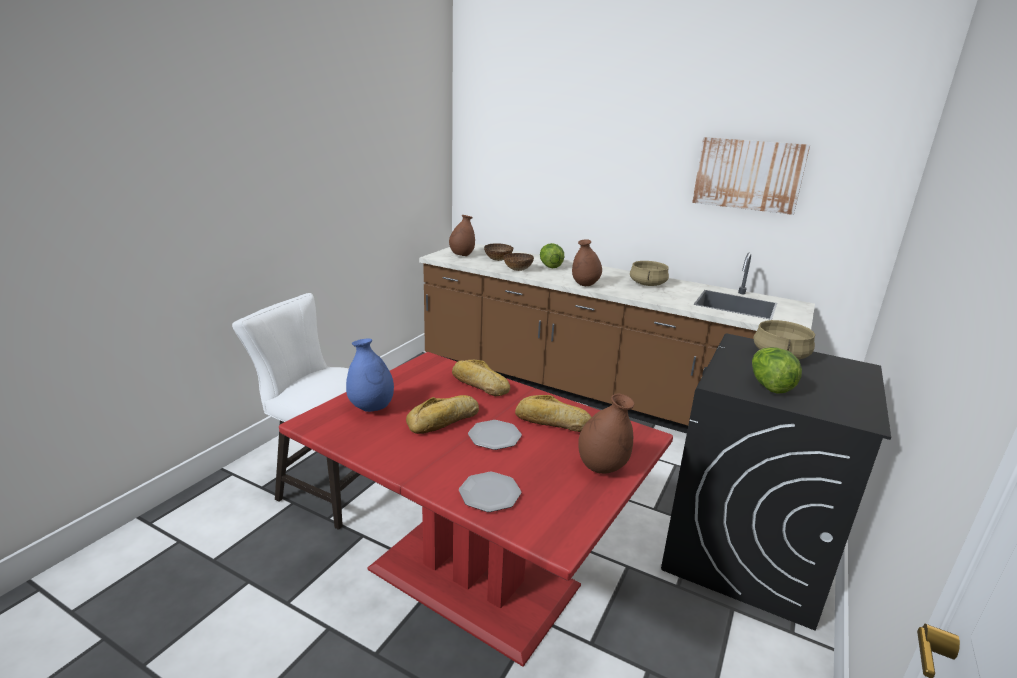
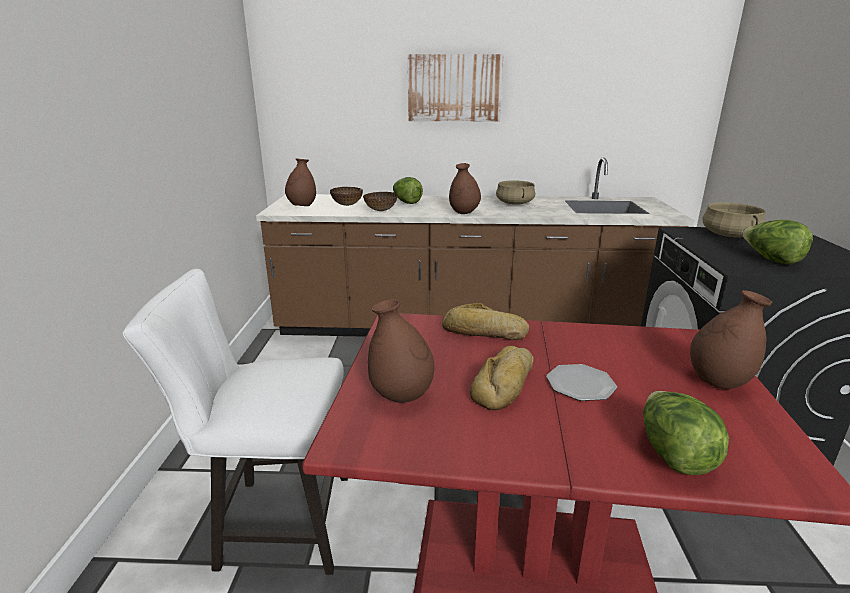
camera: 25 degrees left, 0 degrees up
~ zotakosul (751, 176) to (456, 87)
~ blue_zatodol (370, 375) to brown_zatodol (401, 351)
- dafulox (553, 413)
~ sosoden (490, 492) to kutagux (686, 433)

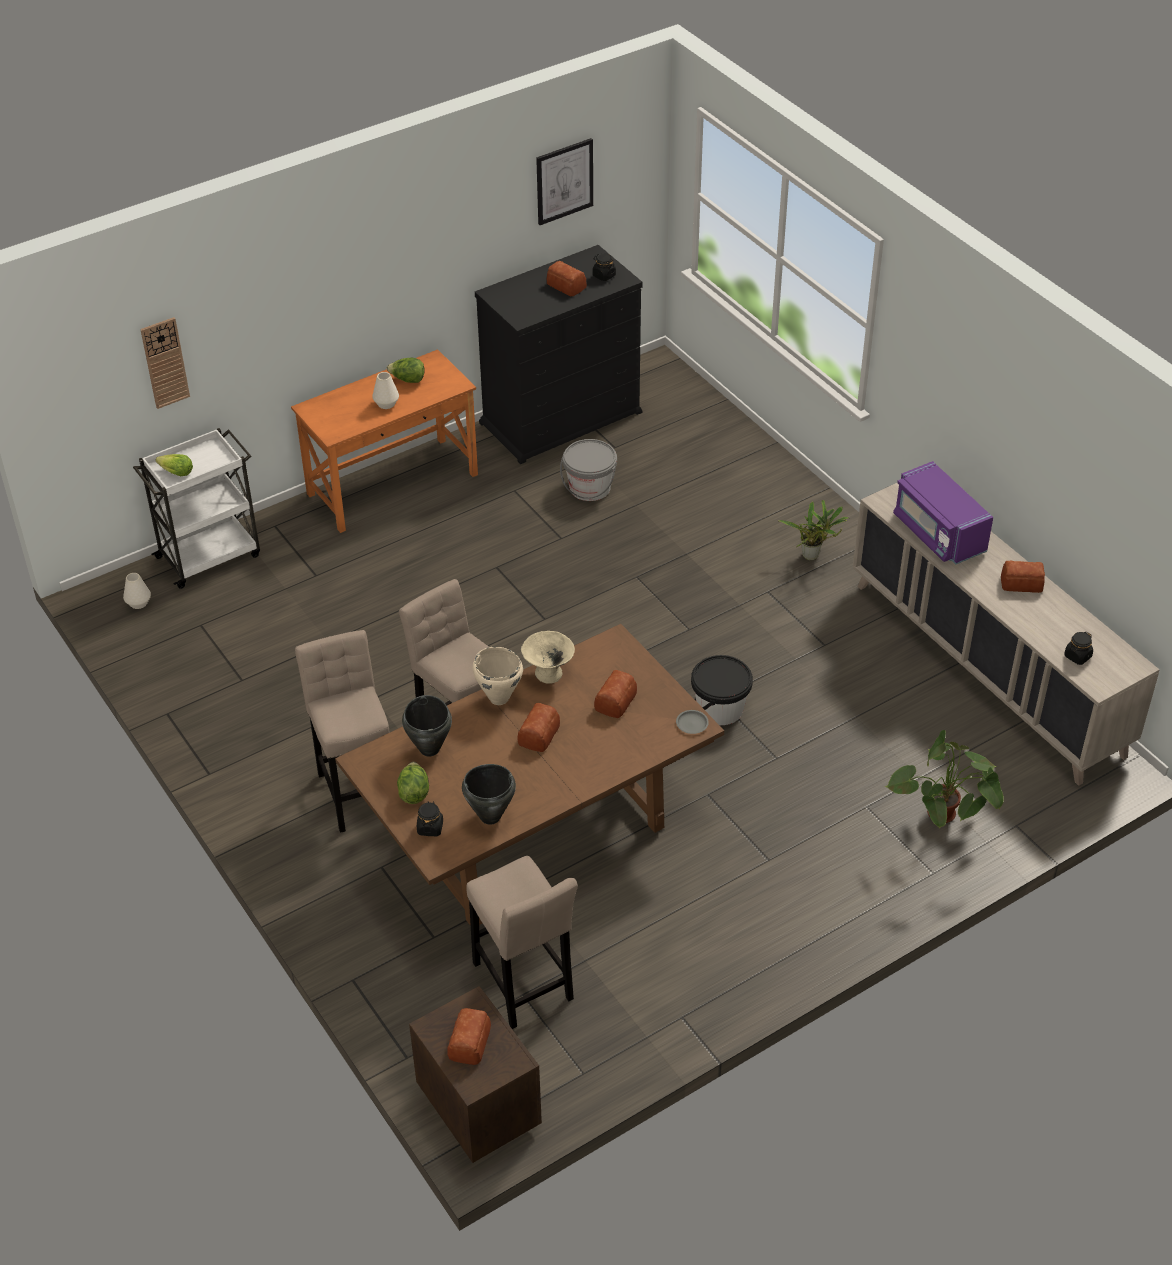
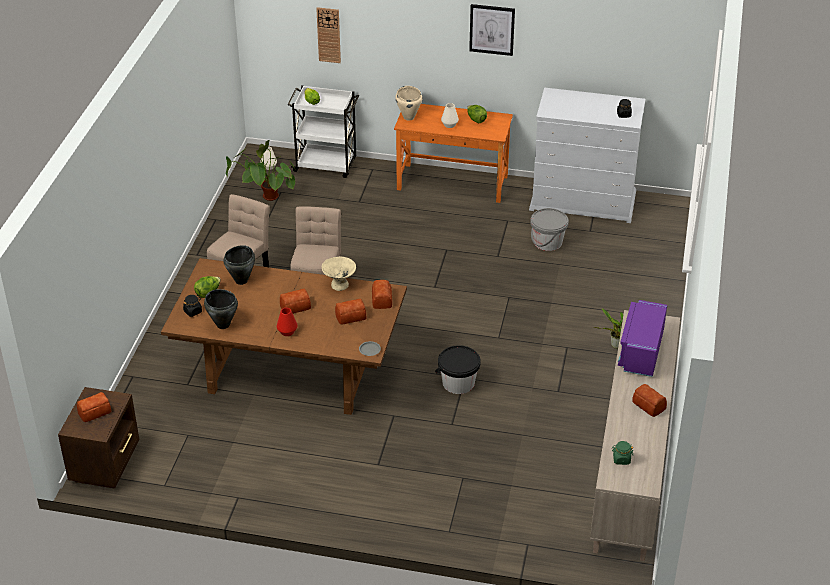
camera: 45 degrees right, 5 degrees down
~ zotakosul (564, 181) to (492, 30)
~ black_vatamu (559, 354) to white_vatamu (587, 155)
~ dafulox (567, 278) to (382, 294)
~ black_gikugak (1078, 648) to green_gikugak (622, 453)
~ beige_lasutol (497, 676) to (408, 103)
~ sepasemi (944, 779) to (261, 170)
- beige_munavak (522, 942)
+ red_zatodol (287, 322)

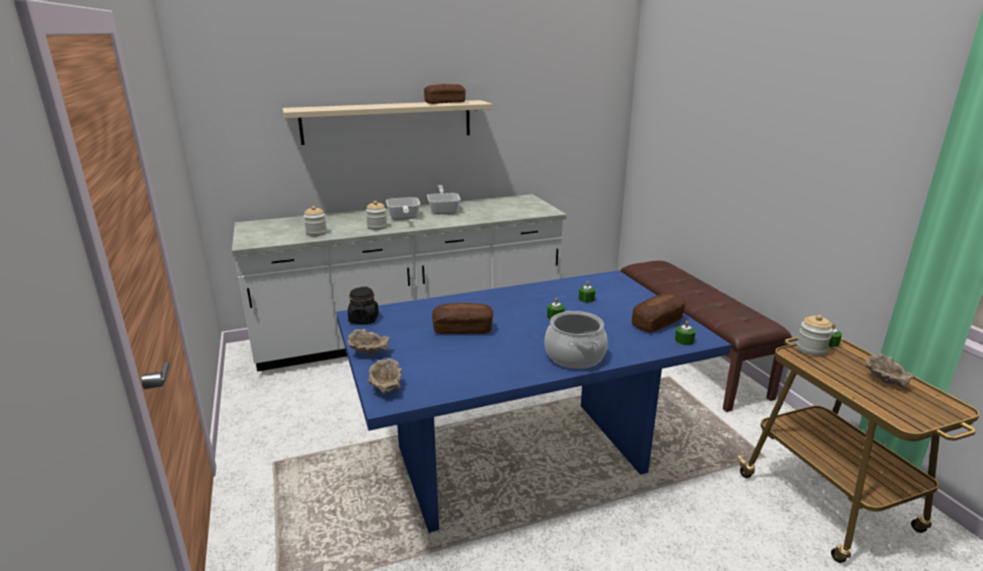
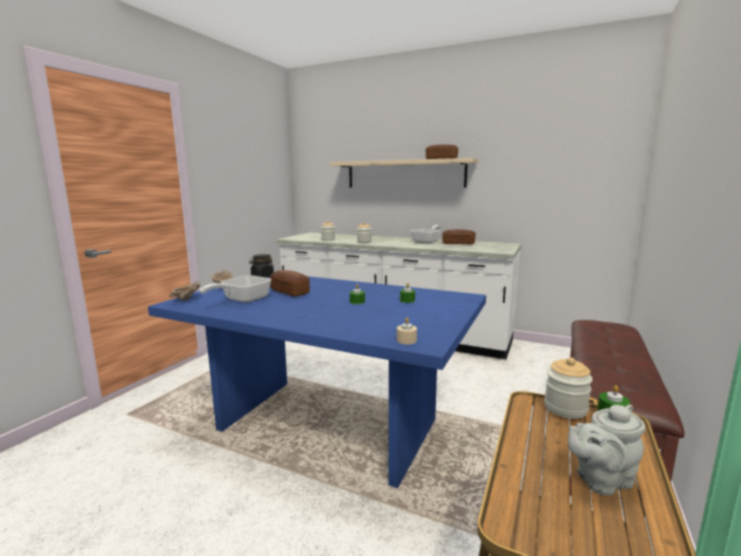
camera: 45 degrees right, 10 degrees down
~ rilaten (403, 208) to (235, 289)
~ dafulox (659, 313) to (459, 236)
- lasutol (576, 340)
~ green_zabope (685, 333) to beige_zabope (407, 331)
~ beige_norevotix (890, 369) to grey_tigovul (607, 450)

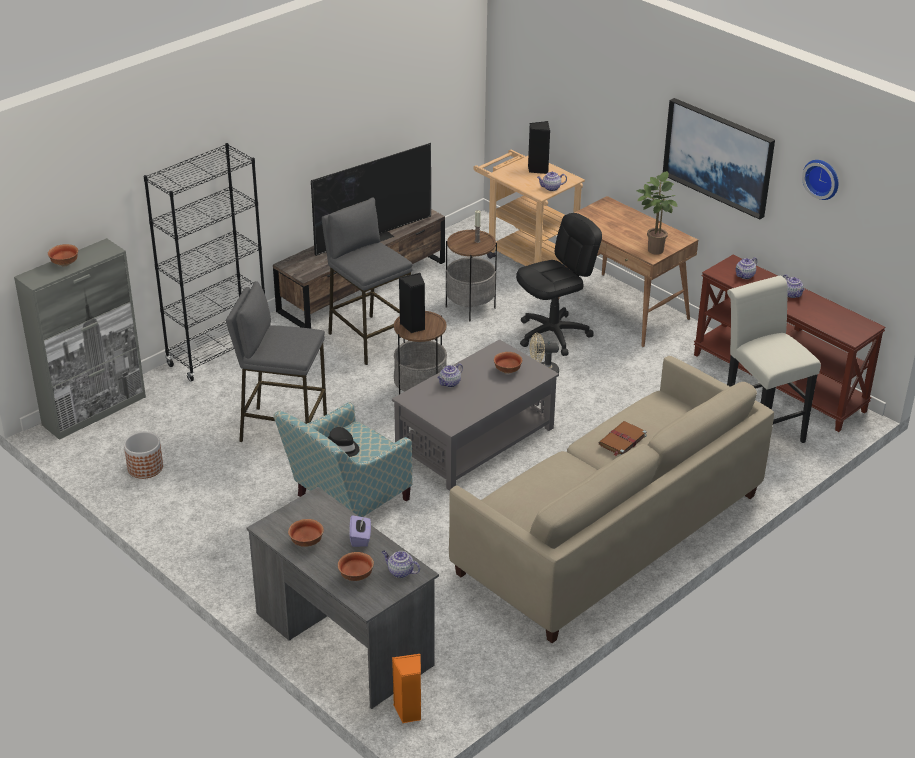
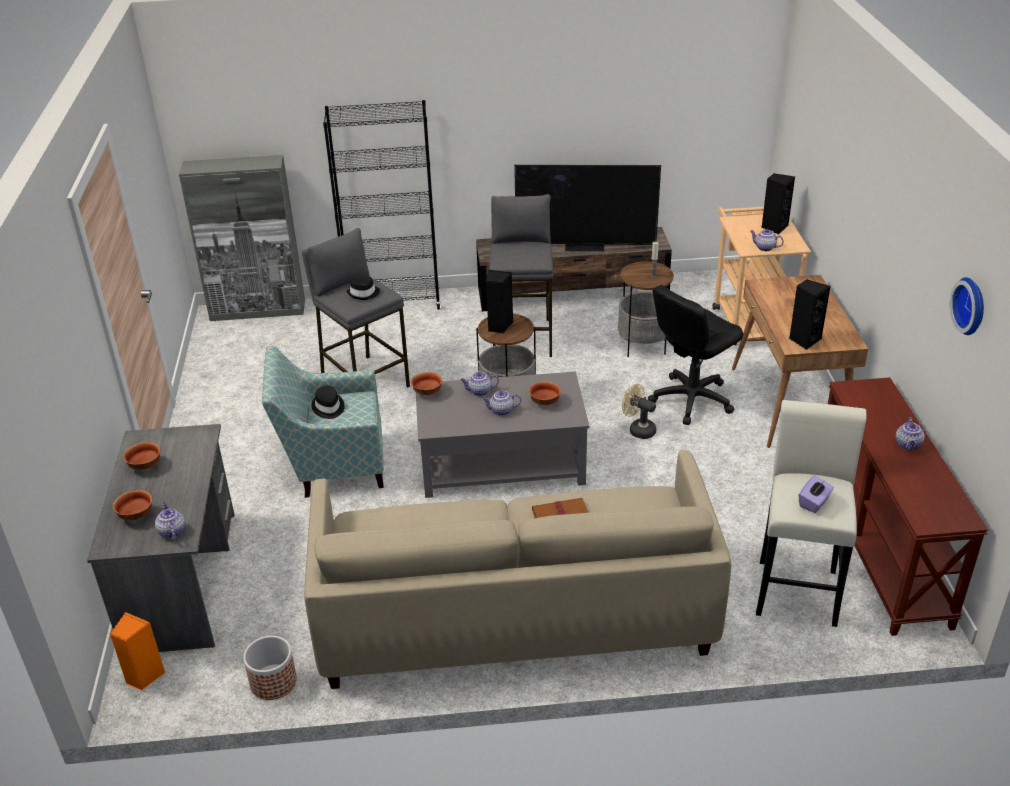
camera: 40 degrees right, 0 degrees up
- zotakosul (719, 159)
~ sepasemi (656, 213) to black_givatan (809, 314)
~ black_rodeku (559, 284) = (695, 355) 135 degrees clockwise
~ norevotix (63, 255) to (426, 384)
~ tigovul (746, 268) to (502, 403)
~ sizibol (143, 455) to (270, 668)
~ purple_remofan (360, 531) to (816, 494)
+ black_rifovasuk (363, 288)

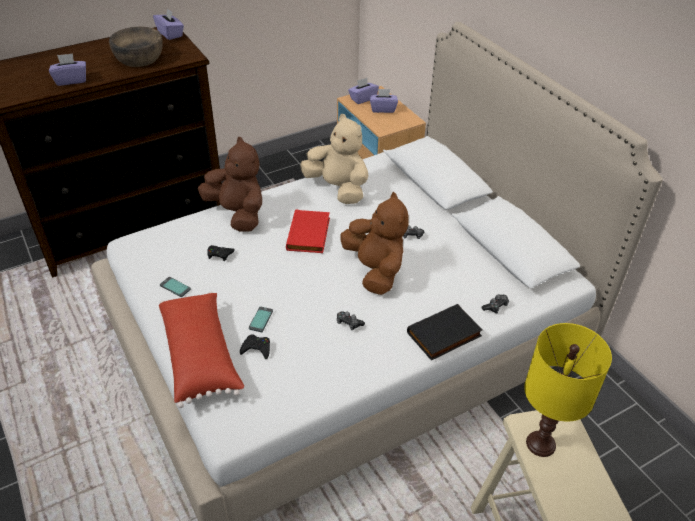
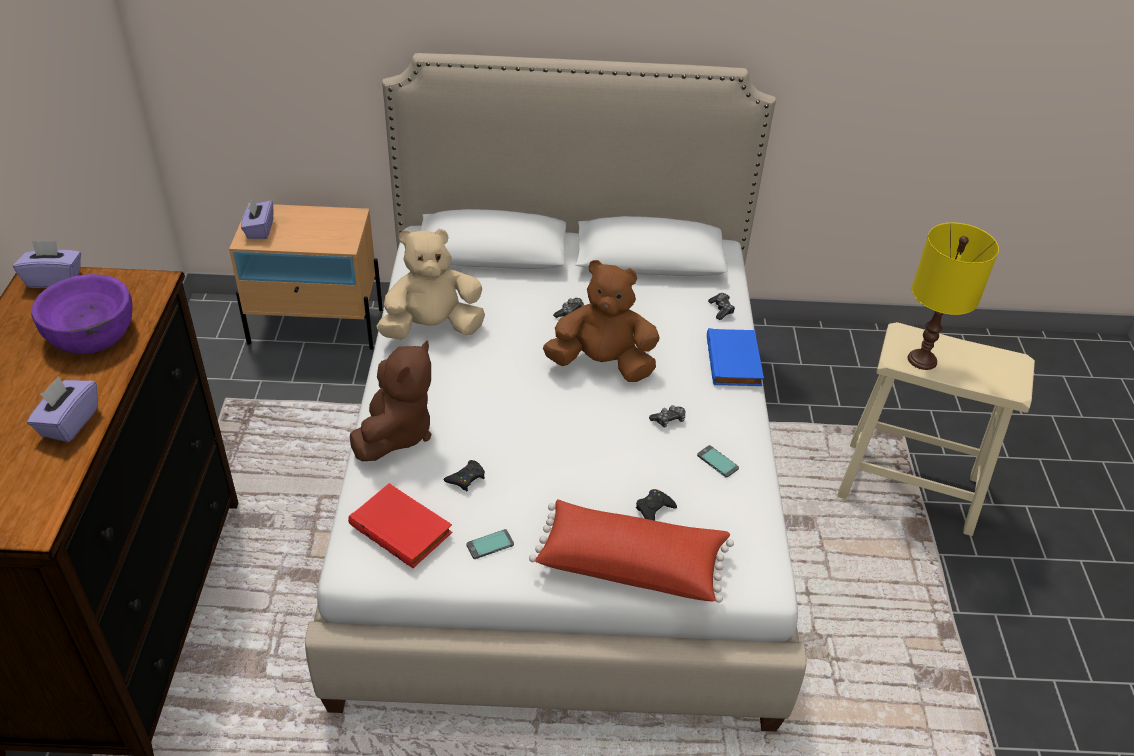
camera: 60 degrees left, 0 degrees up
~ brown_norevotix (136, 47) to purple_norevotix (81, 314)
- purple_remofan (384, 101)
~ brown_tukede (230, 184) = (390, 401) 120 degrees clockwise
~ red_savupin (308, 231) to (400, 525)
~ black_savupin (445, 332) to blue_savupin (735, 357)
~ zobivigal (261, 319) to (718, 461)

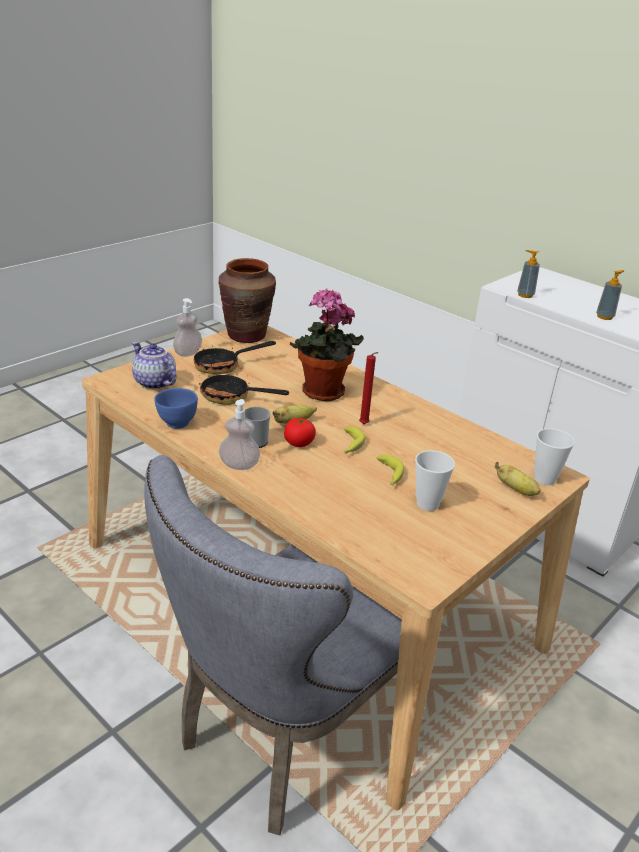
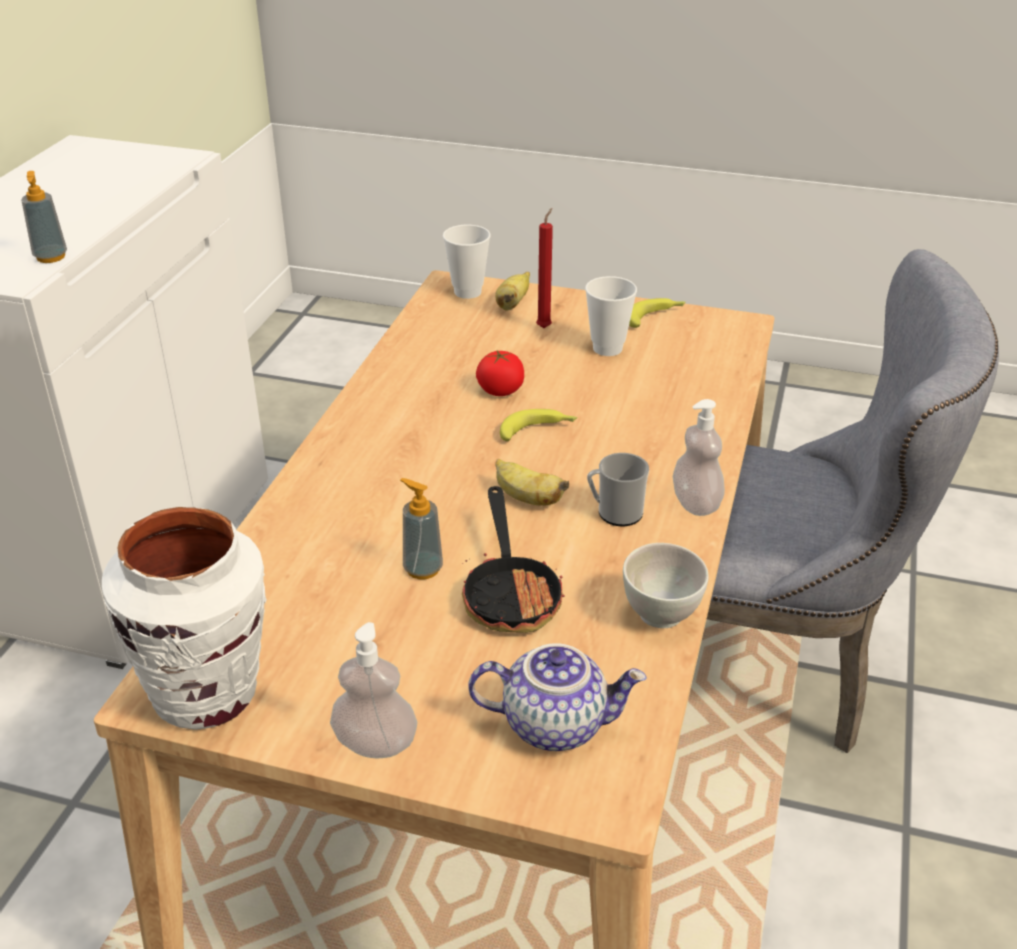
camera: 115 degrees left, 5 degrees up
~ brown_zatodol (247, 300) to white_zatodol (184, 618)
~ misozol (610, 295) to (421, 528)
- sepasemi (327, 345)
- rilaten (235, 358)
~ tigovul (154, 365) = (557, 697) 105 degrees counterclockwise
~ red_zabope (368, 388) to (544, 268)
~ blue_norevotix (176, 408) to white_norevotix (666, 585)
~ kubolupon (300, 432) to (500, 373)
~ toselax (390, 470) to (657, 313)

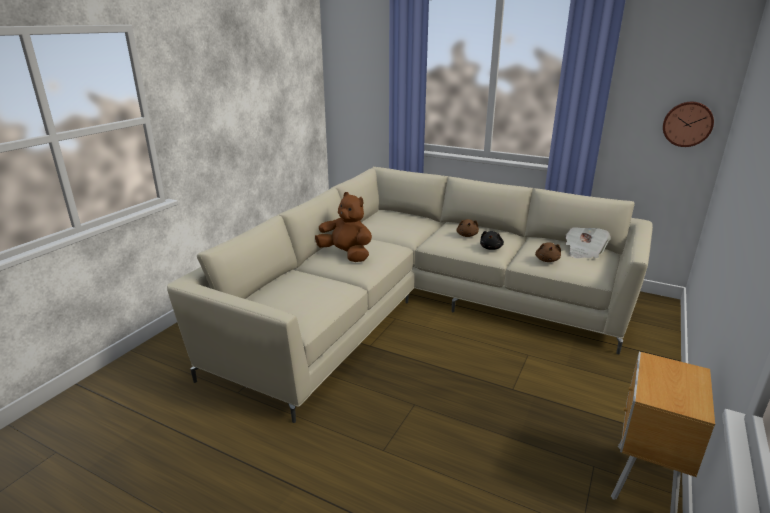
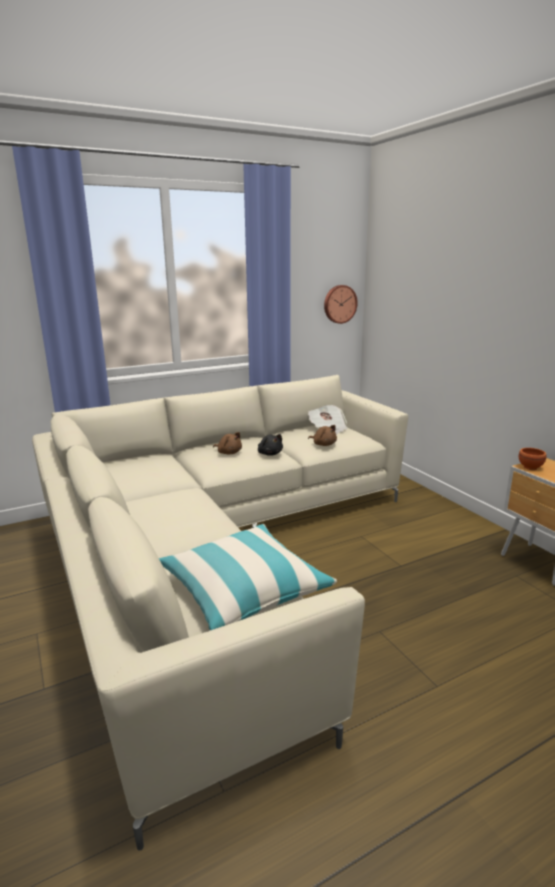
camera: 55 degrees left, 5 degrees down
- brown_tukede (343, 227)
+ brown_norevotix (532, 459)
+ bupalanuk (248, 577)

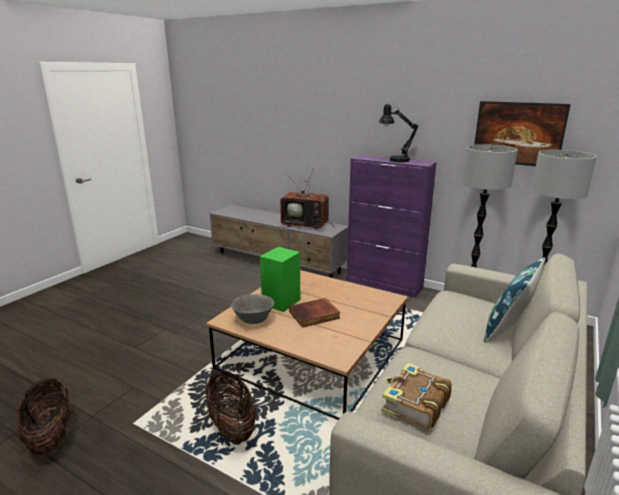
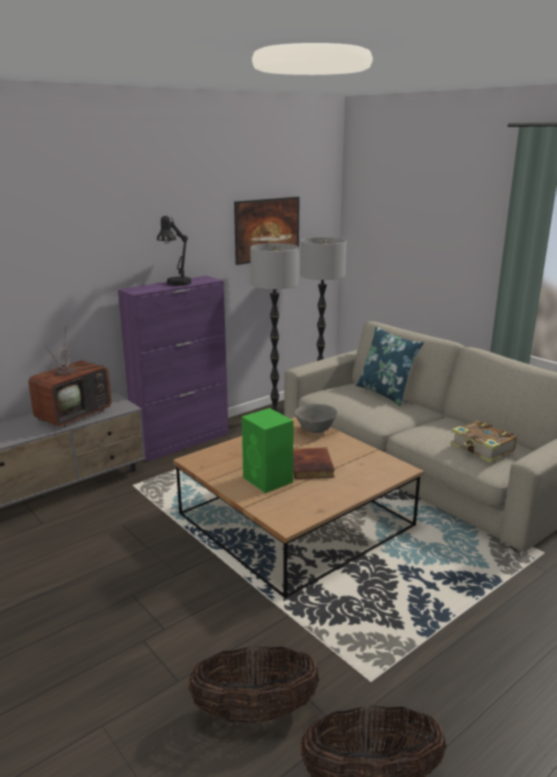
camera: 70 degrees left, 0 degrees up
~ grey_norevotix (252, 309) to (315, 418)
~ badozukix (230, 407) to (254, 684)

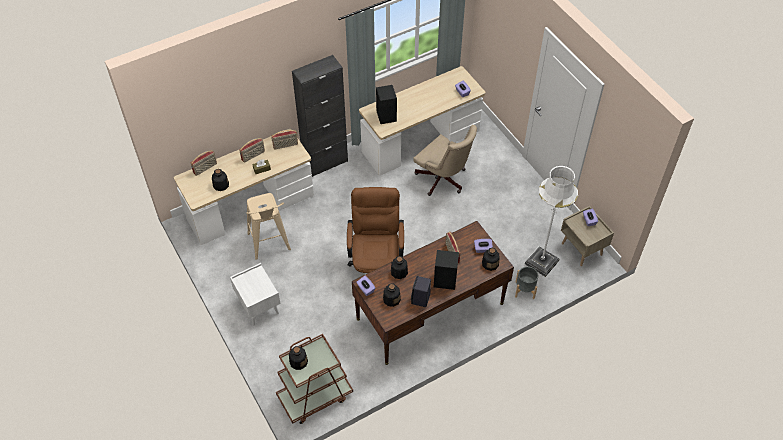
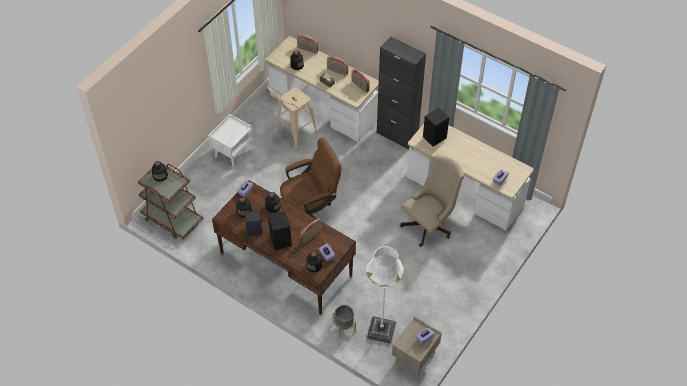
camera: 65 degrees right, 0 degrees up
~ beige_rodeku (445, 160) = (432, 201) 150 degrees counterclockwise

